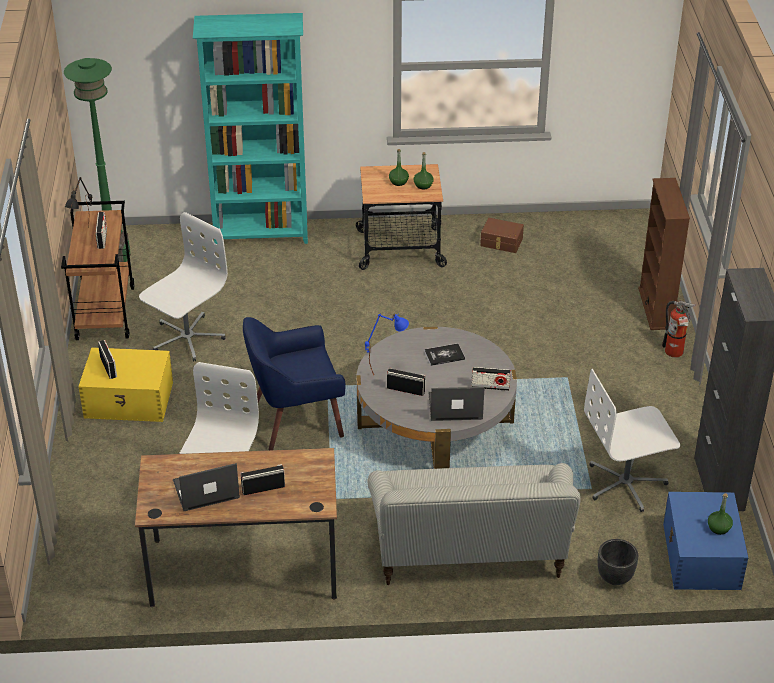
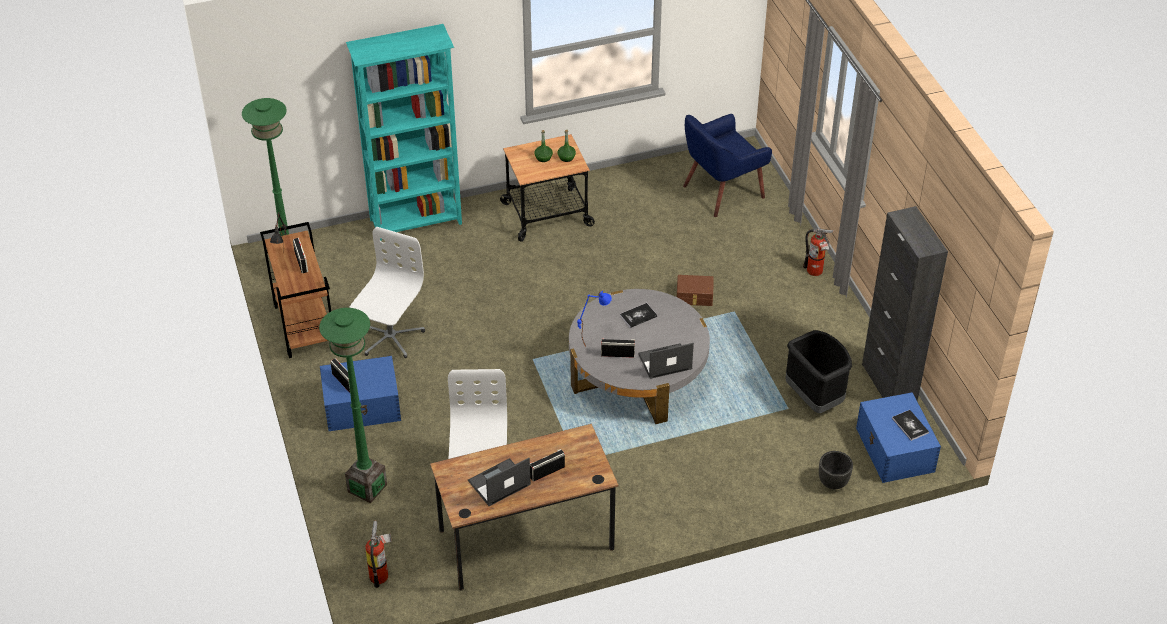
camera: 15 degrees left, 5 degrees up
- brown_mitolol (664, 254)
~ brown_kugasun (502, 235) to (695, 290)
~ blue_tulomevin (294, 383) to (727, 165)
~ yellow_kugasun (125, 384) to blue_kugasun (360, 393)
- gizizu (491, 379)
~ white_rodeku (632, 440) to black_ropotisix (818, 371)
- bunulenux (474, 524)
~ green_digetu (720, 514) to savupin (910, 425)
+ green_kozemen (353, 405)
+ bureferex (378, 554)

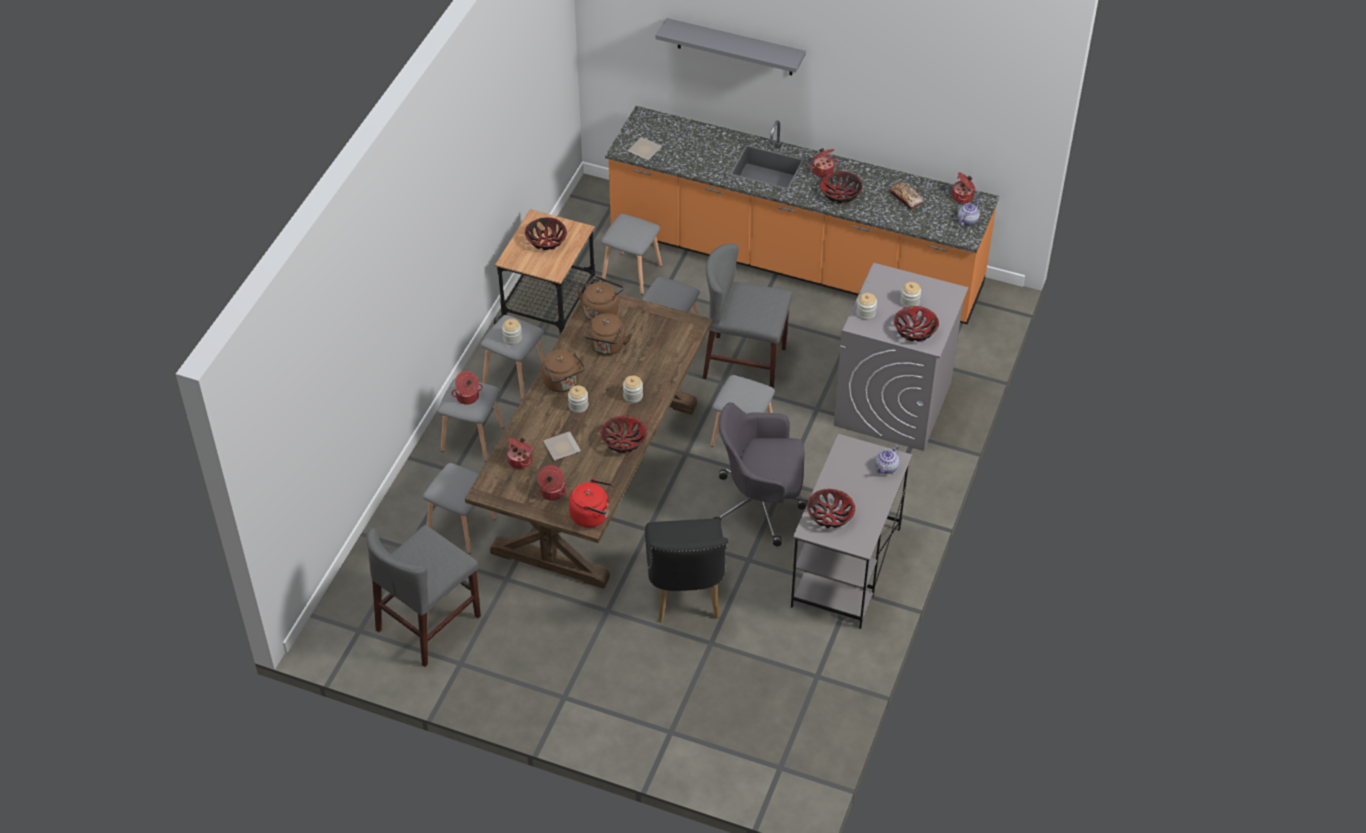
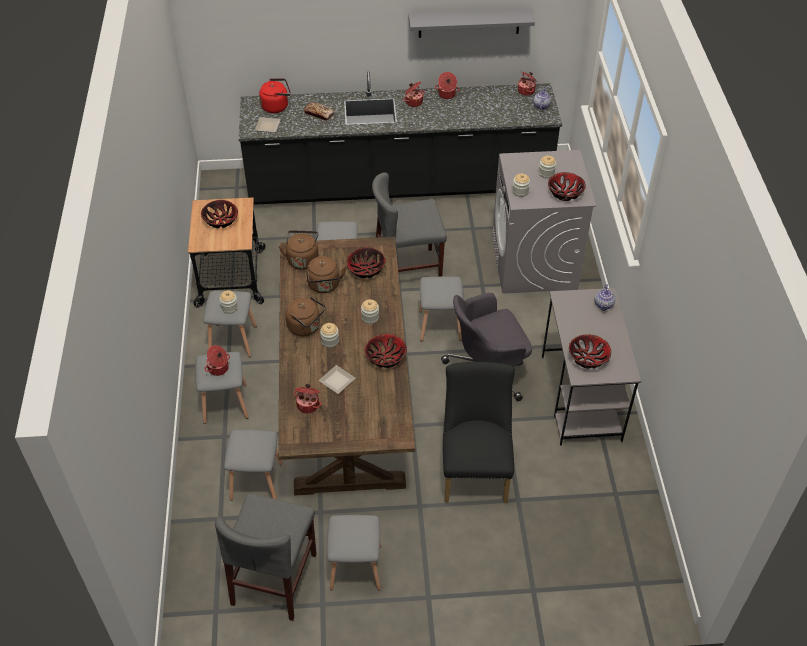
camera: 25 degrees left, 0 degrees up
~ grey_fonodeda (731, 46) to (471, 23)
~ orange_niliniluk (802, 215) to black_niliniluk (400, 138)
~ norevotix (841, 187) to (366, 262)
~ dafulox (906, 196) to (319, 112)
~ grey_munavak (631, 254) to (354, 553)
~ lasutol (552, 483) to (447, 85)
~ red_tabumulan (591, 503) to (275, 96)
~ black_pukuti (686, 571) = (479, 432) 150 degrees counterclockwise

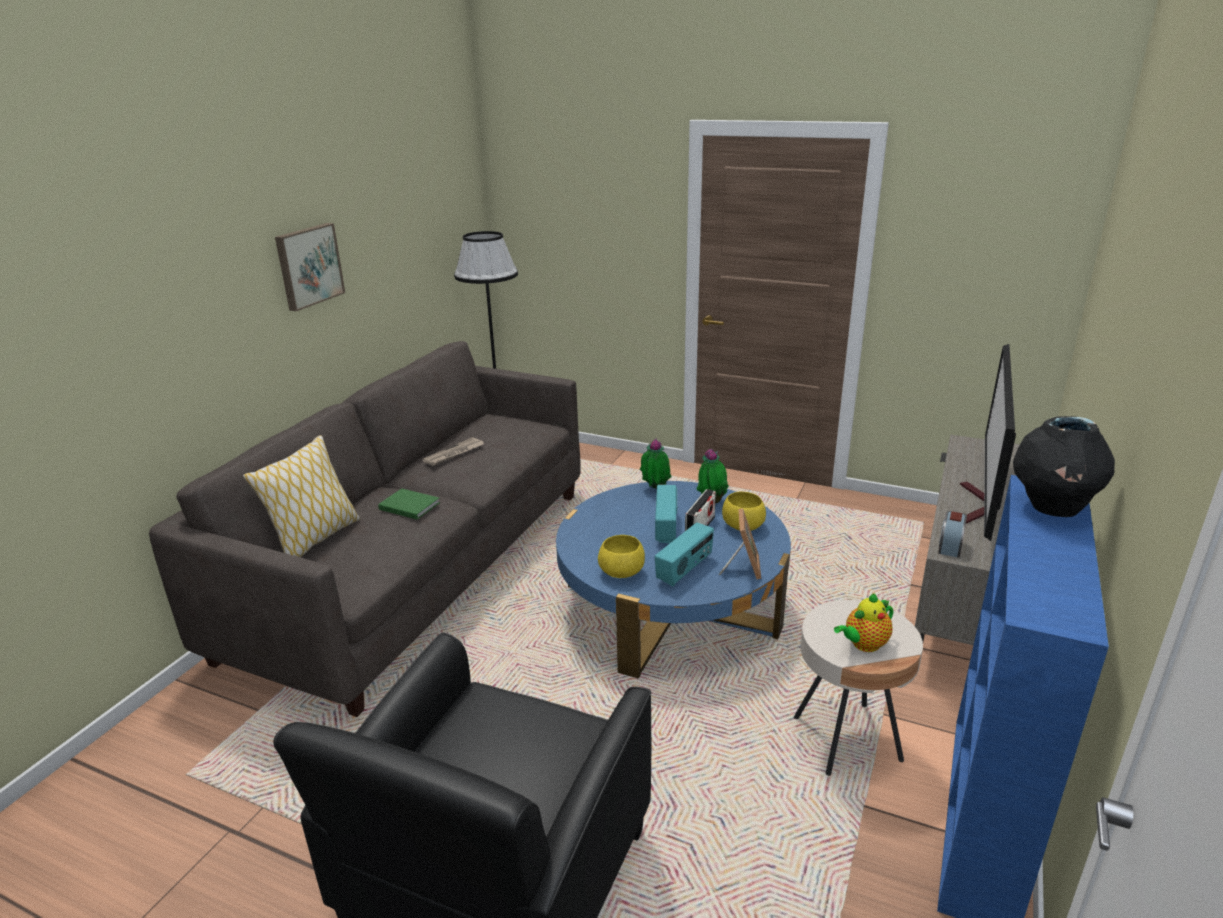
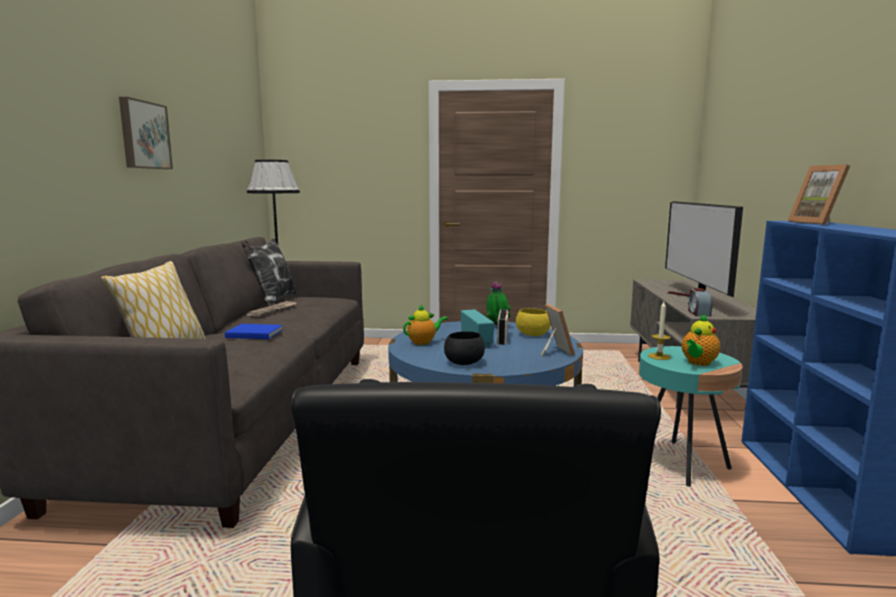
camera: 20 degrees left, 15 degrees down
~ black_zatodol (1064, 466) to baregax (819, 194)
- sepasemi (656, 463)
~ green_savupin (409, 504) to blue_savupin (254, 331)
- gizizu (684, 554)
~ yellow_norevotix (621, 556) to black_norevotix (464, 348)
~ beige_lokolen (858, 688) to turquoise_lokolen (691, 416)
+ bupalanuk (268, 272)
+ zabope (659, 331)
+ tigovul (425, 325)

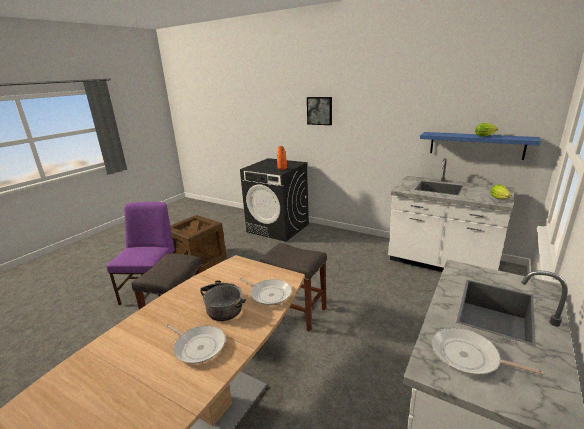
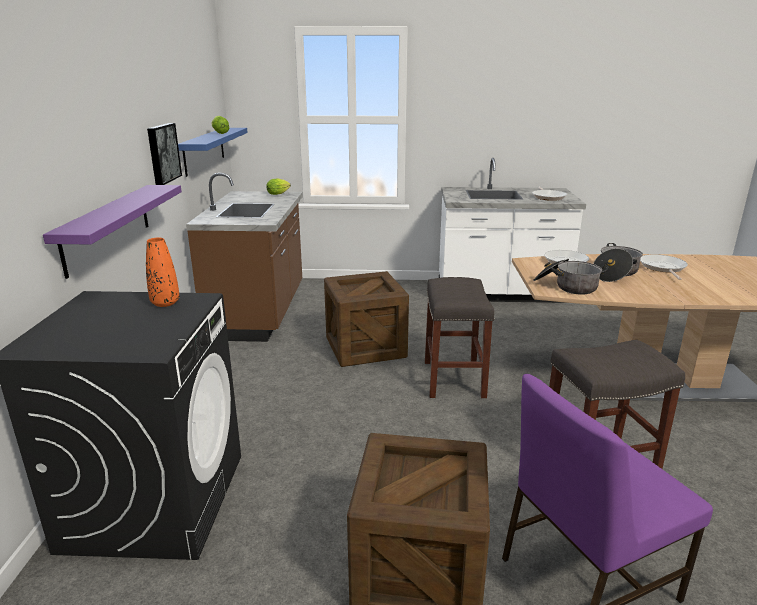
camera: 120 degrees left, 0 degrees up
~ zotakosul (319, 111) to (164, 154)
~ white_niliniluk (451, 215) to brown_niliniluk (244, 257)
+ purple_fonodeda (112, 232)
+ lasutol (571, 276)
+ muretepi (366, 319)

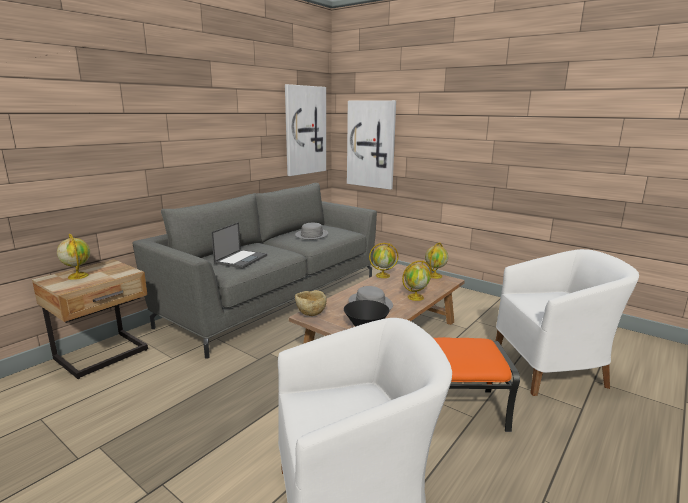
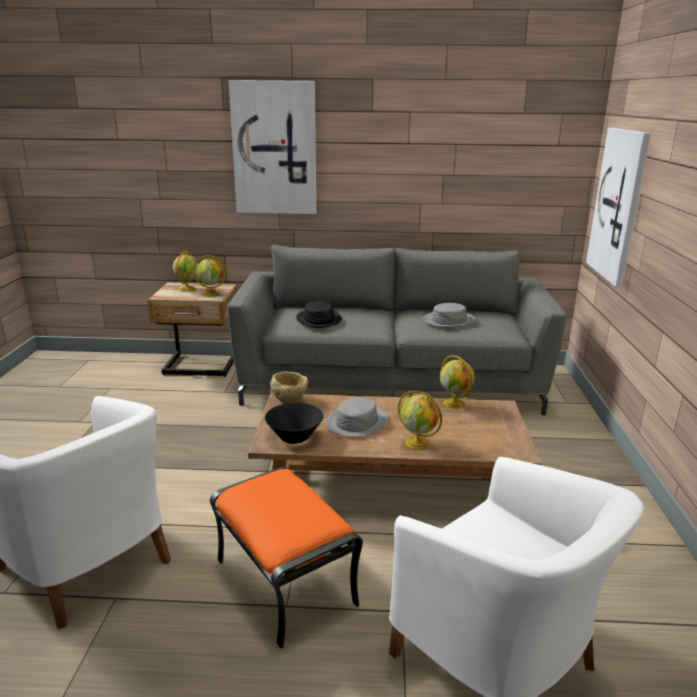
camera: 55 degrees right, 5 degrees up
~ zotakosul (305, 130) to (272, 147)
~ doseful (239, 245) to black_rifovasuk (319, 314)
~ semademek (436, 260) to (210, 276)

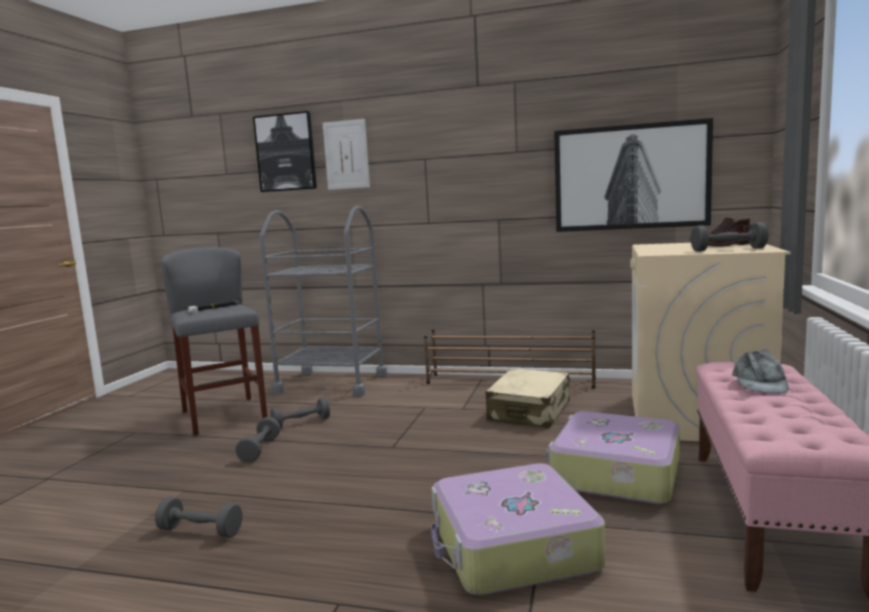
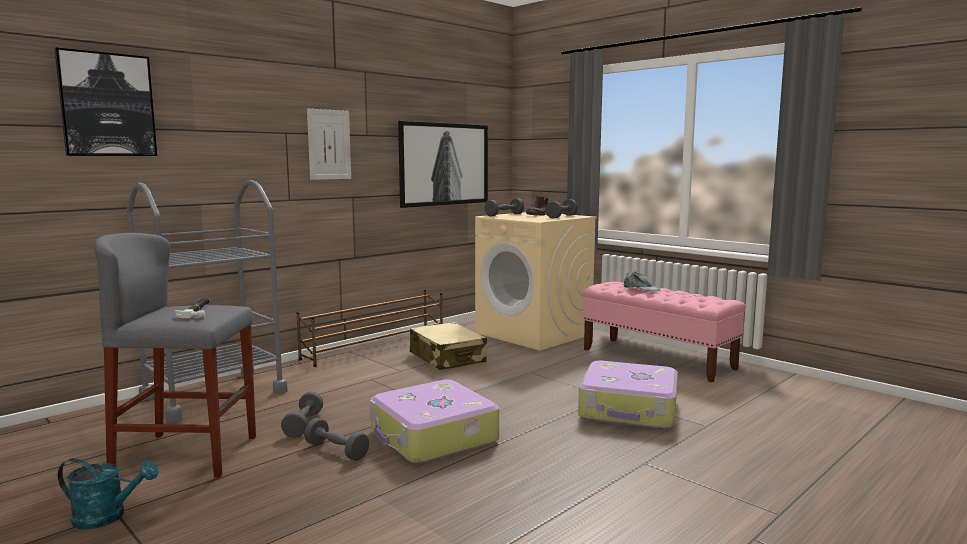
camera: 60 degrees left, 0 degrees up
~ zotakosul (346, 154) to (329, 144)
~ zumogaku (613, 457) to (434, 422)
~ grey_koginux (198, 517) to (504, 207)
+ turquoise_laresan (108, 494)

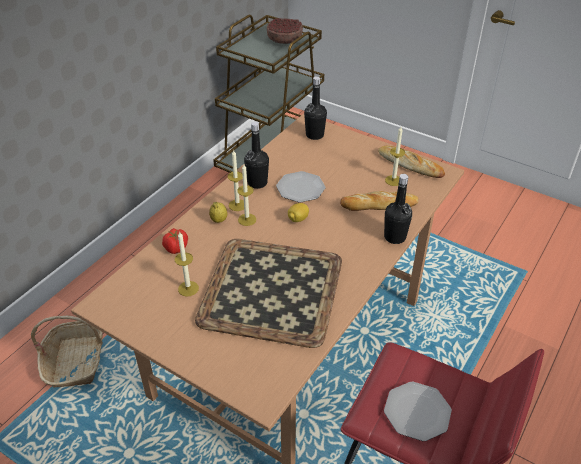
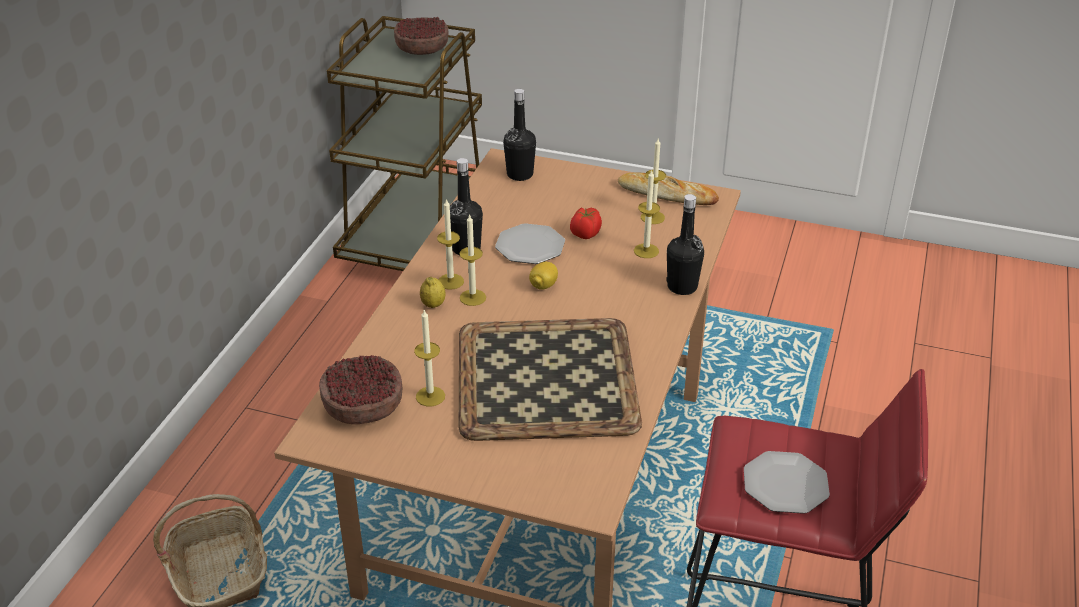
camera: 15 degrees left, 5 degrees down
~ dafulox (379, 201) to zabope (647, 213)
~ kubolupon (175, 241) to (586, 223)
+ norevotix (360, 389)

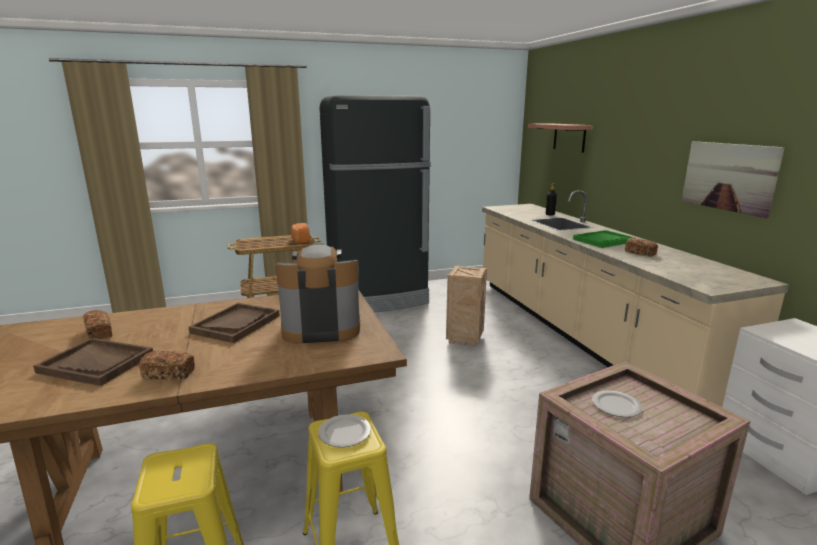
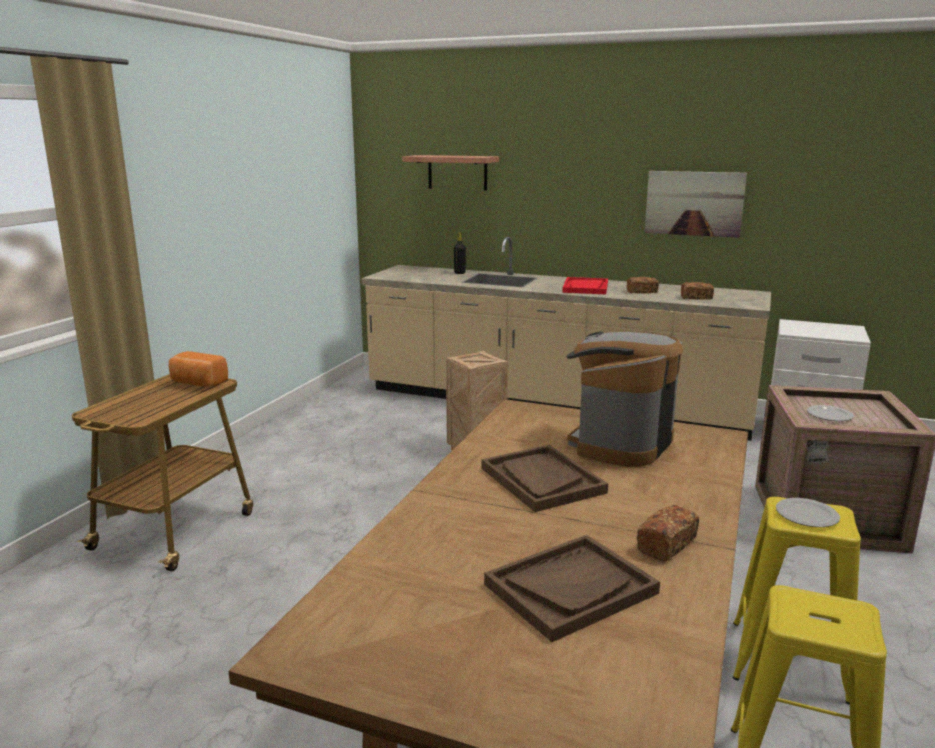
camera: 50 degrees left, 0 degrees up
- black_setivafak (375, 203)
~ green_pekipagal (604, 239) to red_pekipagal (585, 285)
~ dafulox (97, 324) to (697, 291)

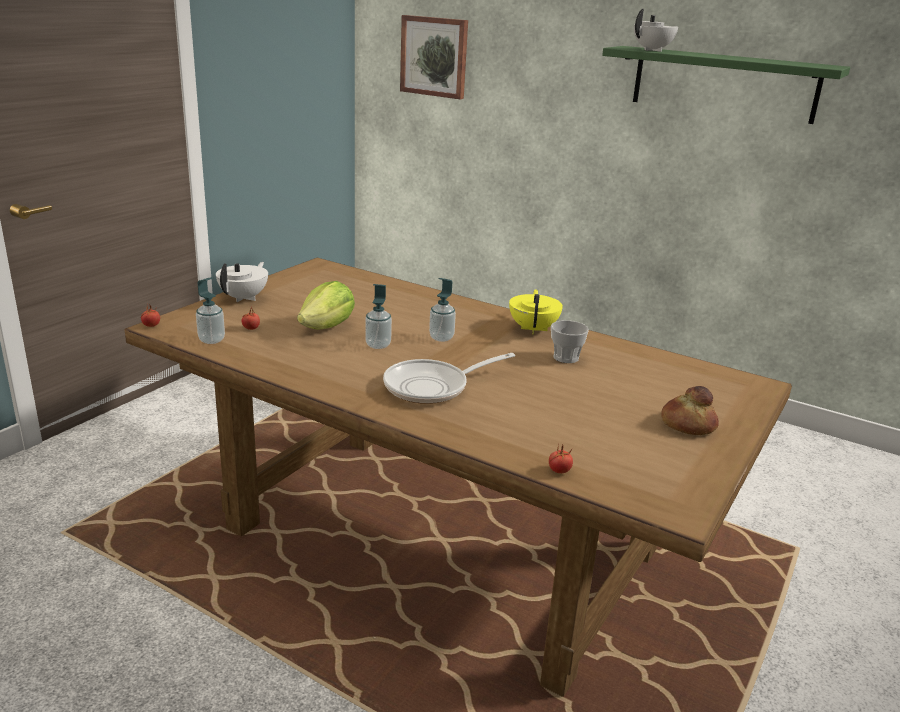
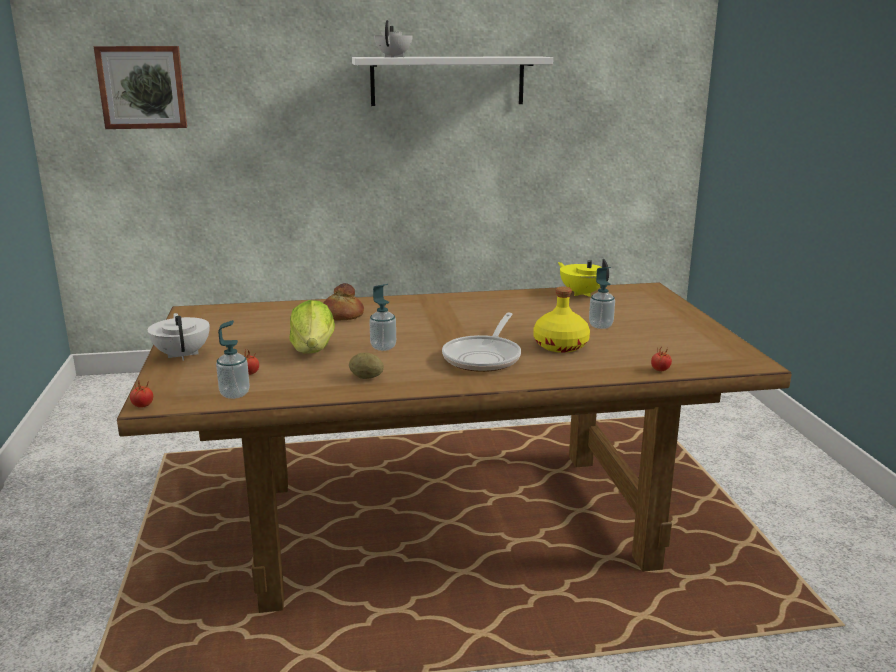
camera: 40 degrees left, 5 degrees down
~ green_fonodeda (726, 85) to white_fonodeda (452, 81)
~ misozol (442, 310) to (602, 298)
~ yellow_tigovul (536, 312) to (583, 278)
- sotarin (570, 341)
~ dafulox (690, 410) to (343, 302)
+ yellow_digetu (561, 320)
+ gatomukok (366, 366)

